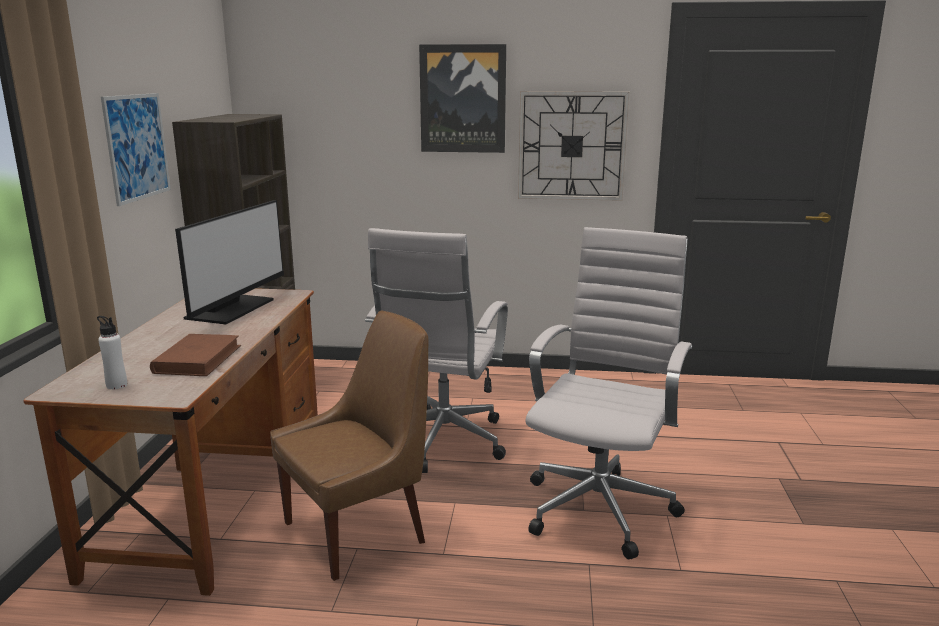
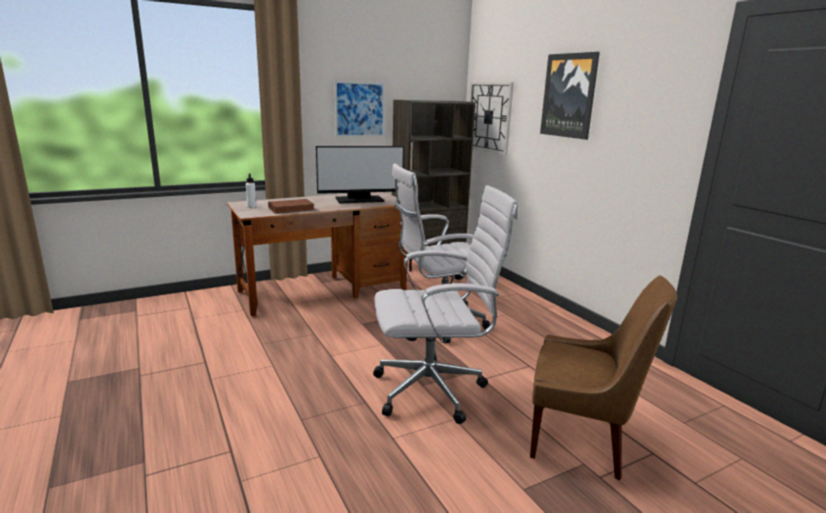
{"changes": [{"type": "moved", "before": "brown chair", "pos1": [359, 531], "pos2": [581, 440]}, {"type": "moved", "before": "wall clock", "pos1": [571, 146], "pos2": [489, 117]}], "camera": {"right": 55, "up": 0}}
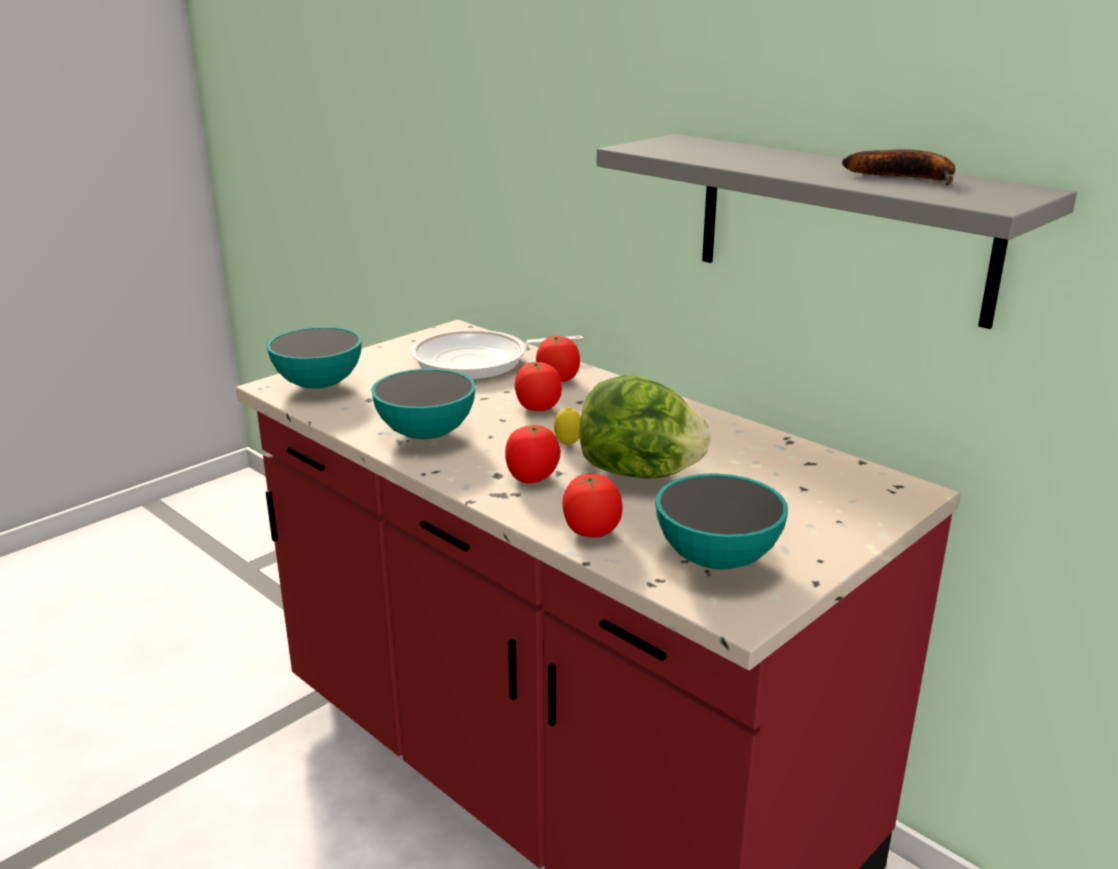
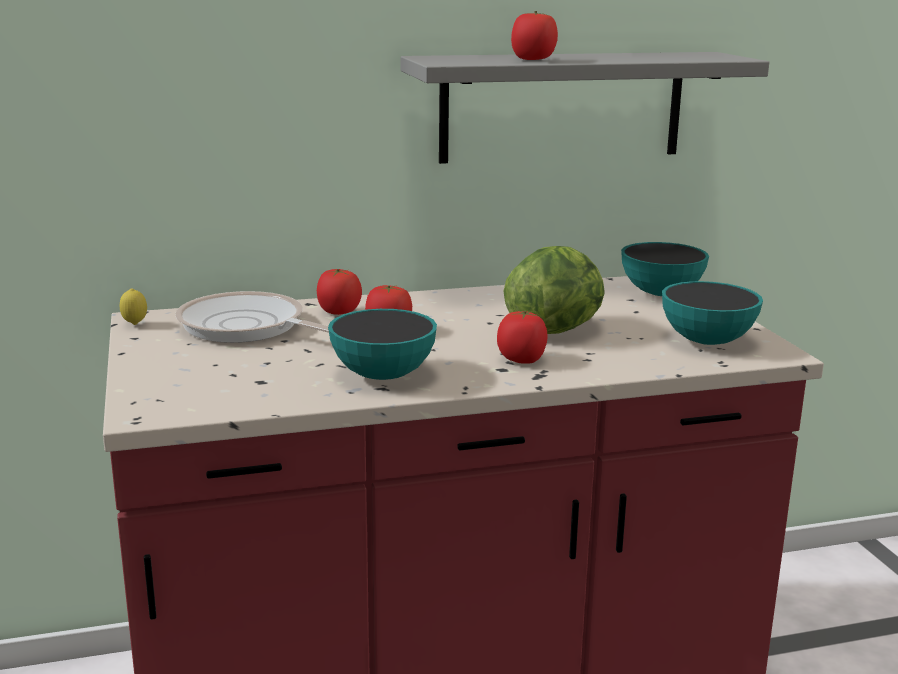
{"changes": [{"type": "moved", "before": "bowl", "pos1": [319, 385], "pos2": [661, 294]}, {"type": "turned", "before": "frying pan", "pos1": [477, 362], "pos2": [246, 327], "turn": 105}, {"type": "moved", "before": "lemon", "pos1": [568, 445], "pos2": [135, 324]}, {"type": "moved", "before": "tomato", "pos1": [591, 531], "pos2": [533, 59]}, {"type": "removed", "before": "banana", "pos1": [908, 178]}], "camera": {"right": -60, "up": -5}}
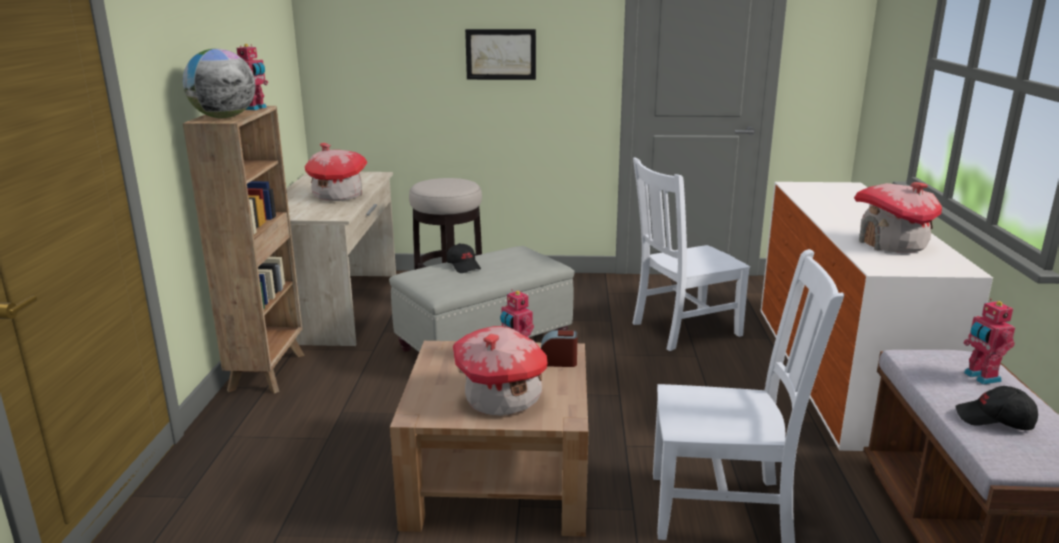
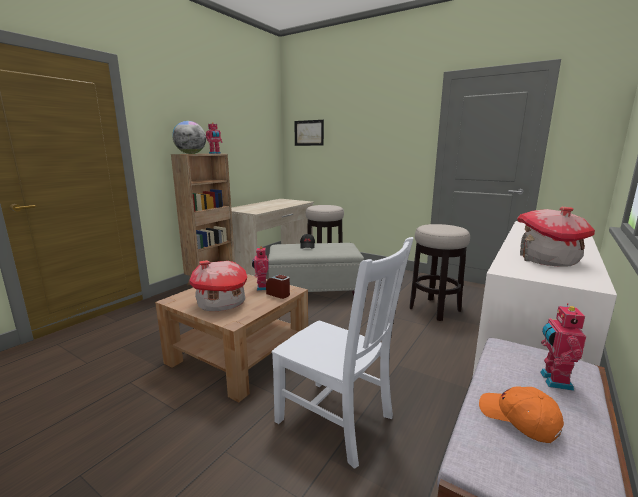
{"changes": [{"type": "removed", "before": "toy house", "pos1": [338, 196]}, {"type": "moved", "before": "picture", "pos1": [501, 54], "pos2": [309, 133]}, {"type": "replaced", "before": "white chair", "after": "stool", "pos1": [682, 330], "pos2": [434, 309]}, {"type": "recoloured", "before": "black cap", "after": "orange cap", "pos1": [994, 420], "pos2": [517, 420]}], "camera": {"right": 30, "up": -5}}
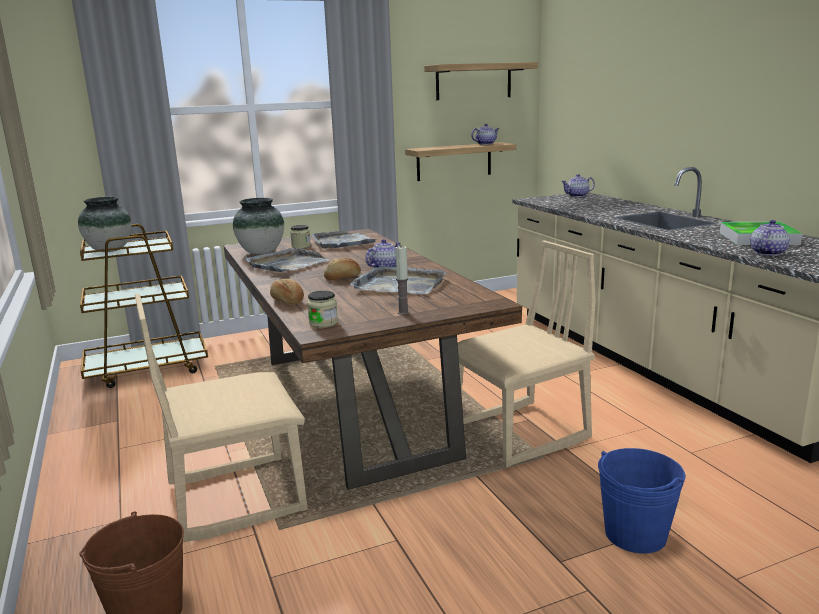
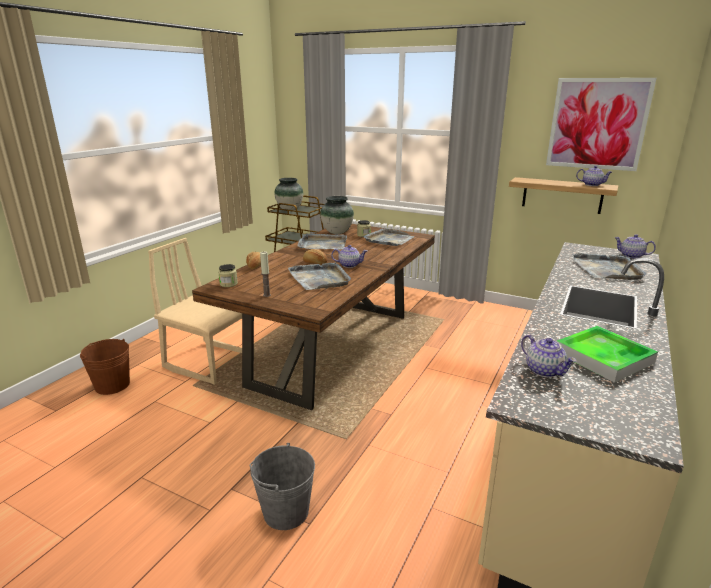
{"changes": [{"type": "replaced", "before": "shelf", "after": "picture", "pos1": [473, 81], "pos2": [597, 124]}, {"type": "removed", "before": "beige chair", "pos1": [520, 433]}, {"type": "recoloured", "before": "blue bucket", "after": "grey bucket", "pos1": [635, 534], "pos2": [286, 511]}, {"type": "turned", "before": "teapot", "pos1": [767, 253], "pos2": [544, 370], "turn": 60}, {"type": "added", "after": "grey tray", "pos2": [607, 269]}], "camera": {"right": 50, "up": 5}}
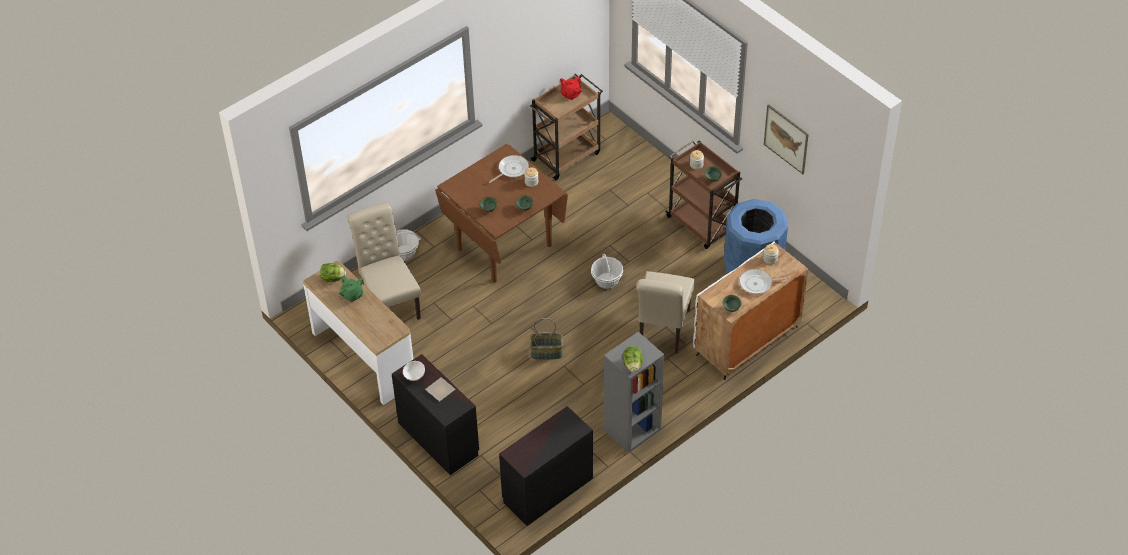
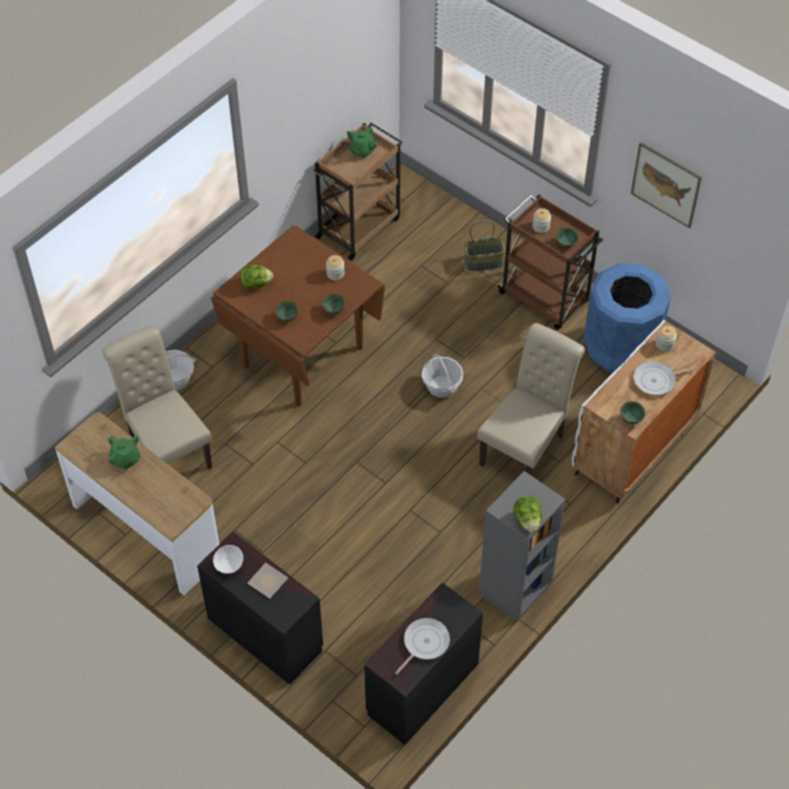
{"changes": [{"type": "moved", "before": "lettuce", "pos1": [333, 278], "pos2": [256, 284]}, {"type": "moved", "before": "frying pan", "pos1": [511, 169], "pos2": [424, 643]}, {"type": "moved", "before": "basket", "pos1": [546, 352], "pos2": [483, 261]}, {"type": "recoloured", "before": "red teapot", "after": "green teapot", "pos1": [570, 94], "pos2": [362, 150]}, {"type": "turned", "before": "beige chair", "pos1": [662, 331], "pos2": [526, 447], "turn": -150}], "camera": {"right": -10, "up": 5}}
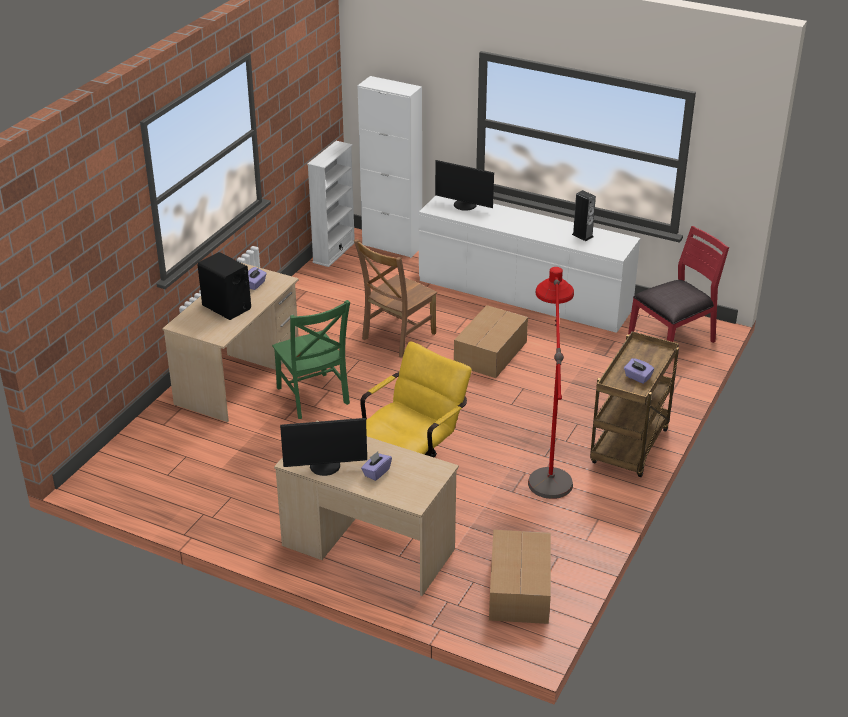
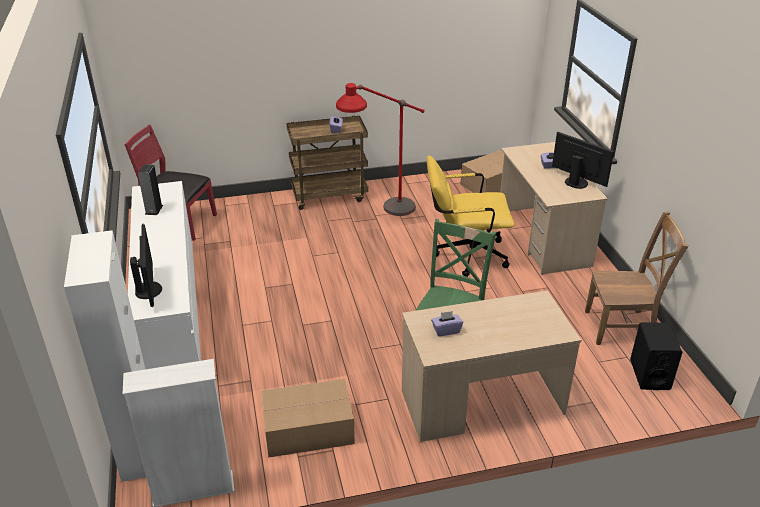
{"changes": [{"type": "moved", "before": "black speaker", "pos1": [227, 307], "pos2": [649, 375]}, {"type": "moved", "before": "brown chair", "pos1": [397, 337], "pos2": [622, 327]}, {"type": "moved", "before": "cardboard box", "pos1": [489, 353], "pos2": [309, 429]}], "camera": {"right": -130, "up": 0}}
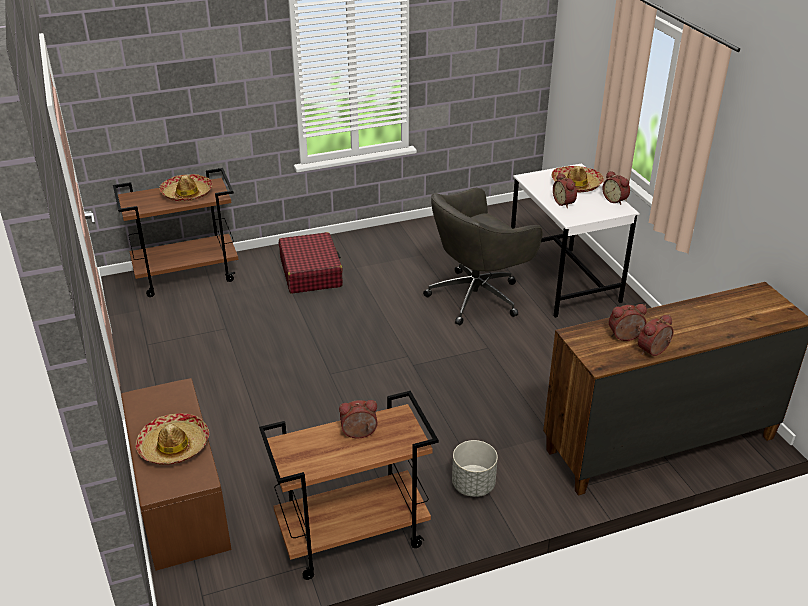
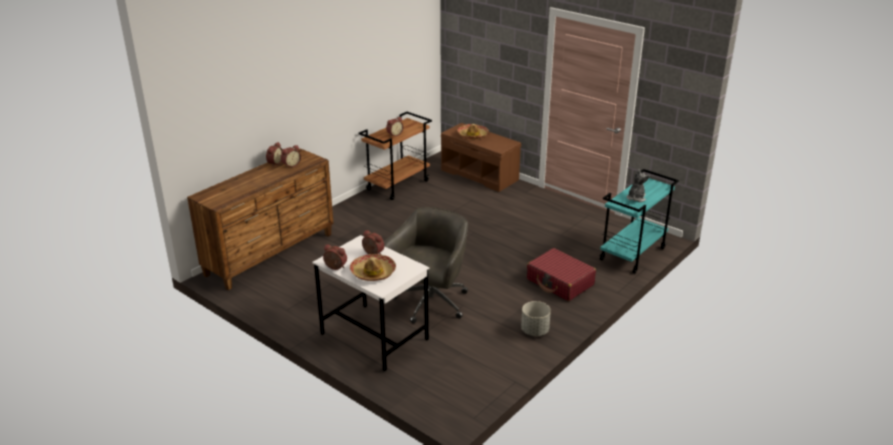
{"changes": [{"type": "recoloured", "before": "brown cart", "after": "turquoise cart", "pos1": [188, 275], "pos2": [632, 254]}, {"type": "replaced", "before": "hat", "after": "plush toy", "pos1": [186, 194], "pos2": [636, 198]}, {"type": "moved", "before": "grey planter", "pos1": [473, 485], "pos2": [535, 330]}], "camera": {"right": 150, "up": -5}}
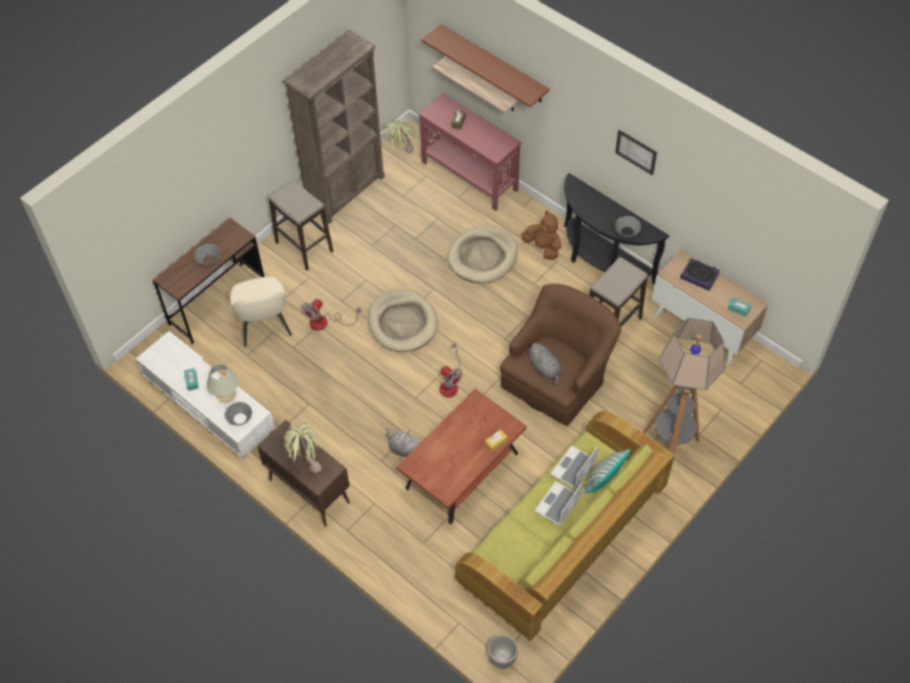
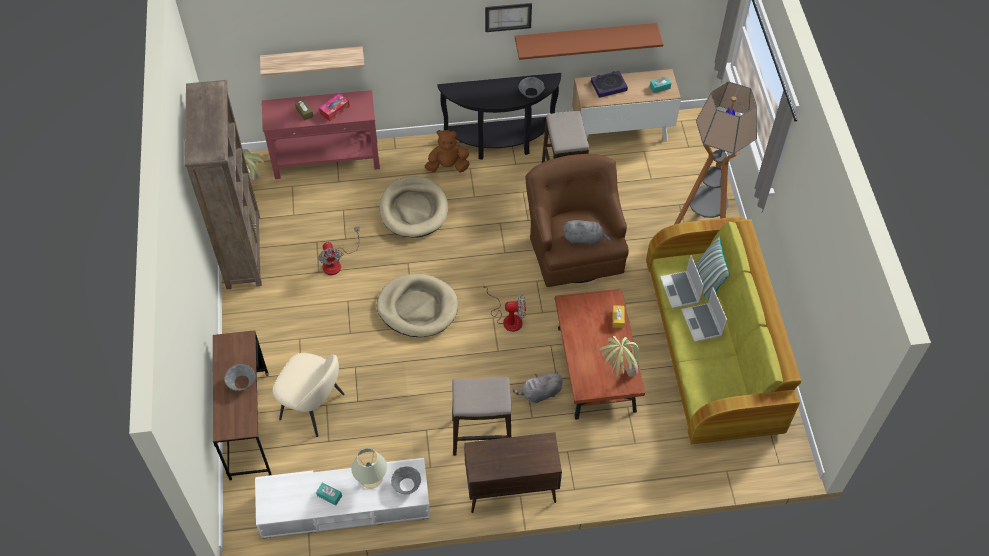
{"changes": [{"type": "moved", "before": "stool", "pos1": [304, 247], "pos2": [482, 436]}, {"type": "moved", "before": "potted plant", "pos1": [305, 462], "pos2": [618, 375]}, {"type": "moved", "before": "fan", "pos1": [325, 322], "pos2": [336, 262]}, {"type": "moved", "before": "brown shelf", "pos1": [494, 64], "pos2": [585, 38]}, {"type": "removed", "before": "planter", "pos1": [502, 659]}, {"type": "added", "after": "tissue box", "pos2": [335, 110]}], "camera": {"right": -50, "up": 0}}
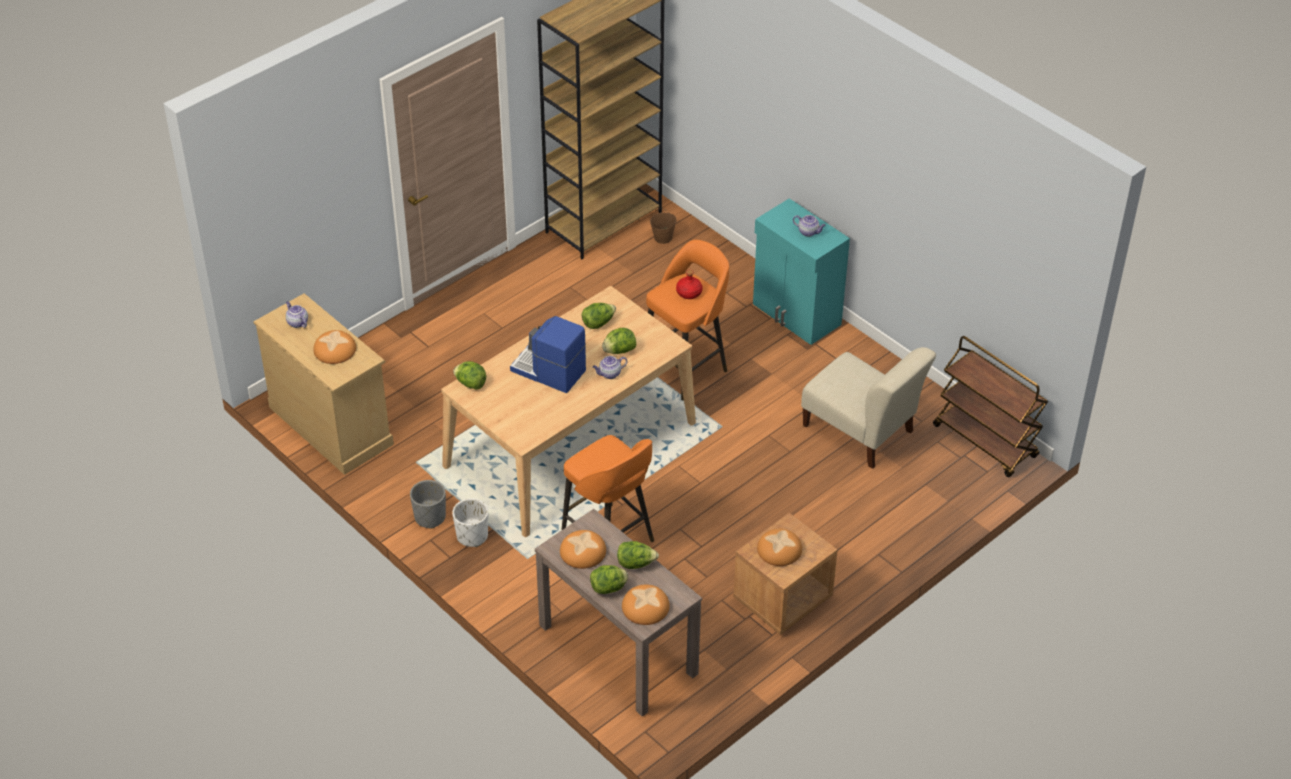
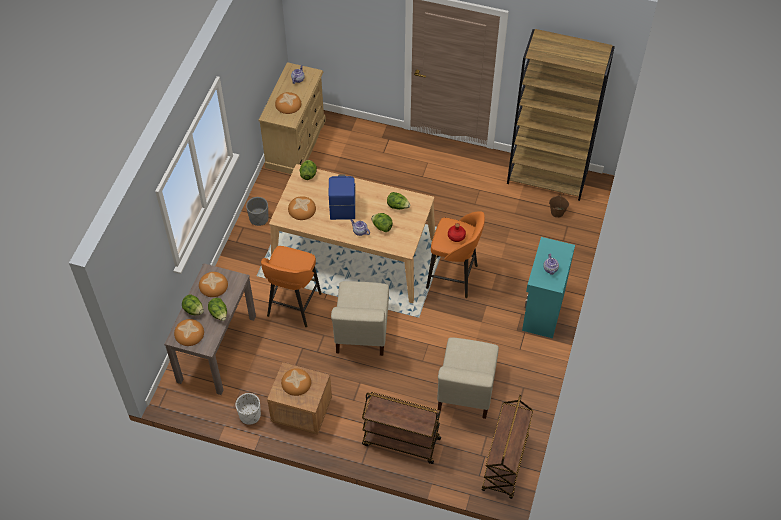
{"changes": [{"type": "moved", "before": "white planter", "pos1": [472, 536], "pos2": [250, 415]}, {"type": "added", "after": "bread", "pos2": [301, 209]}, {"type": "added", "after": "beige chair", "pos2": [361, 332]}, {"type": "added", "after": "brown cart", "pos2": [400, 442]}], "camera": {"right": 60, "up": 10}}
